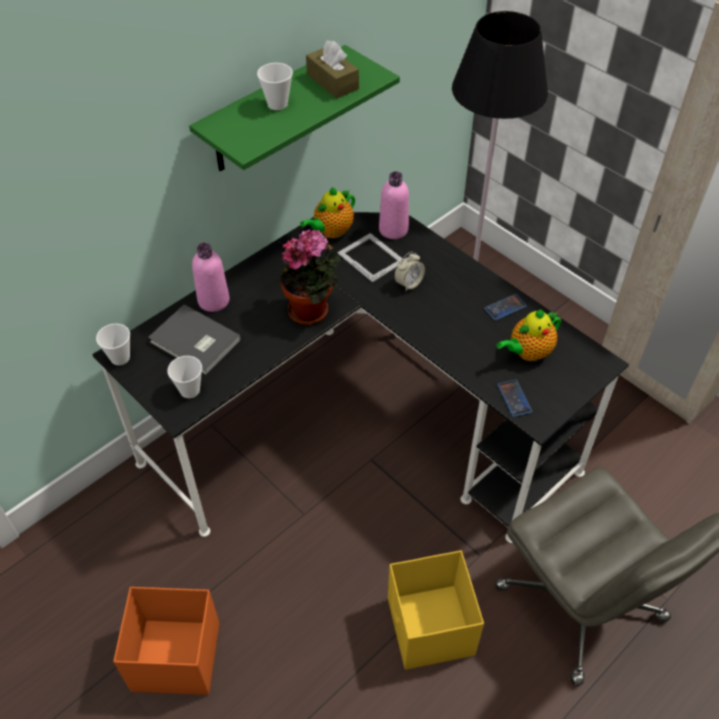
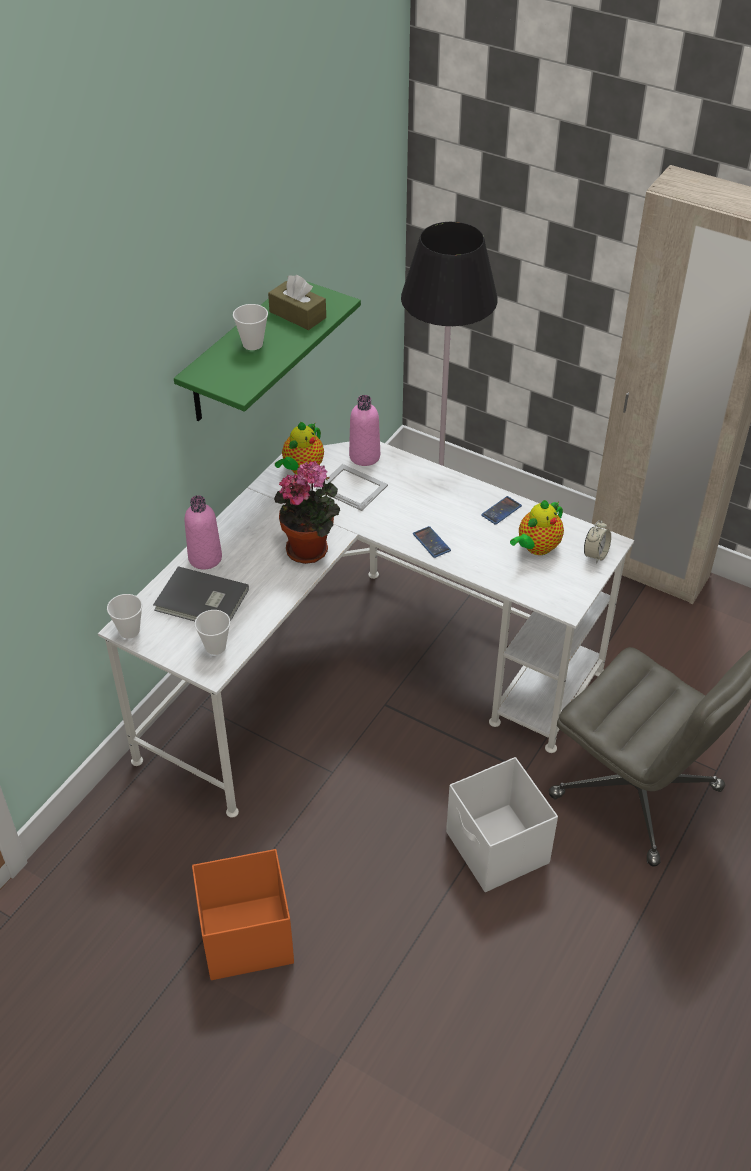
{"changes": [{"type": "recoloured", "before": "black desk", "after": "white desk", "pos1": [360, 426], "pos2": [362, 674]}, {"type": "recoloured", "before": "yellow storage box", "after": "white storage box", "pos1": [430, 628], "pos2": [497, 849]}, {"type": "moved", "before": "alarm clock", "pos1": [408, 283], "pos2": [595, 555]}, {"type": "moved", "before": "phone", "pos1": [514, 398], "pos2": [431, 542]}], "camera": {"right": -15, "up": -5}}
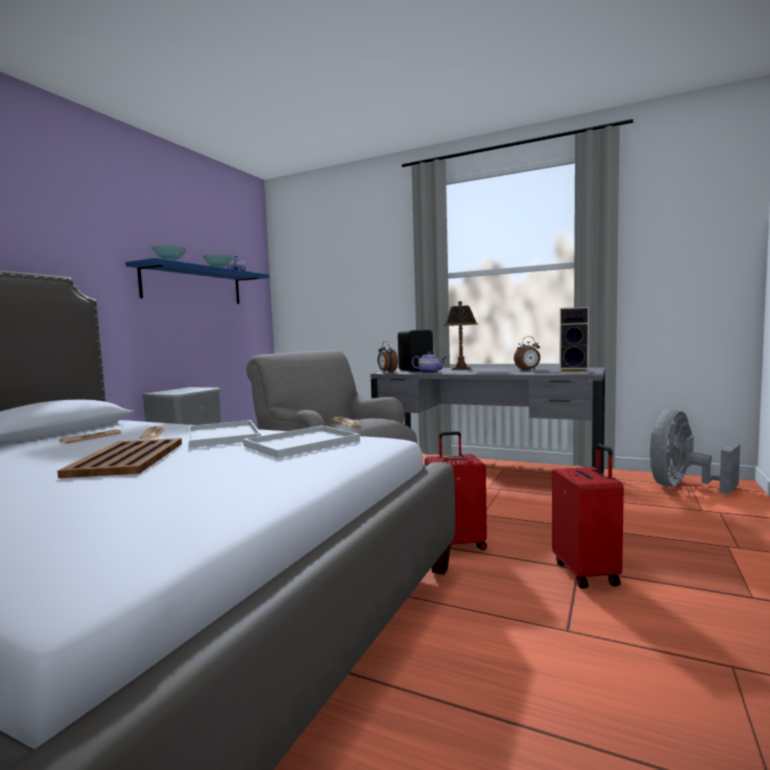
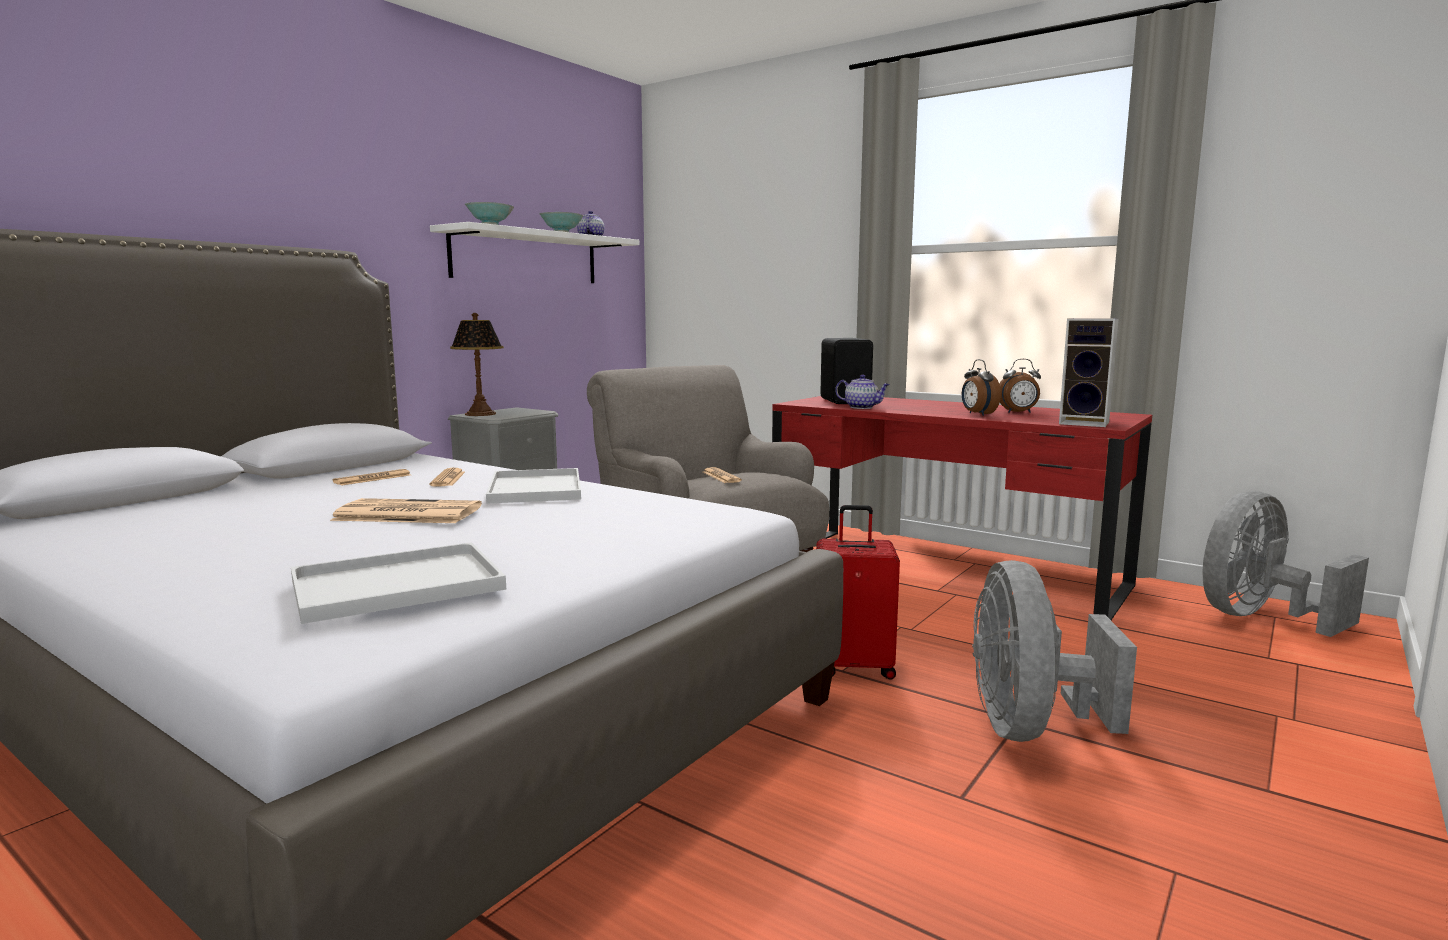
{"changes": [{"type": "replaced", "before": "brown tray", "after": "newspaper", "pos1": [126, 459], "pos2": [405, 514]}, {"type": "recoloured", "before": "blue shelf", "after": "white shelf", "pos1": [193, 286], "pos2": [526, 257]}, {"type": "moved", "before": "white tray", "pos1": [303, 443], "pos2": [401, 583]}, {"type": "recoloured", "before": "grey desk", "after": "red desk", "pos1": [487, 476], "pos2": [943, 572]}, {"type": "moved", "before": "alarm clock", "pos1": [387, 372], "pos2": [977, 414]}, {"type": "moved", "before": "table lamp", "pos1": [461, 369], "pos2": [480, 414]}, {"type": "replaced", "before": "red suitcase", "after": "grey fan", "pos1": [587, 573], "pos2": [1029, 728]}], "camera": {"right": 10, "up": 5}}
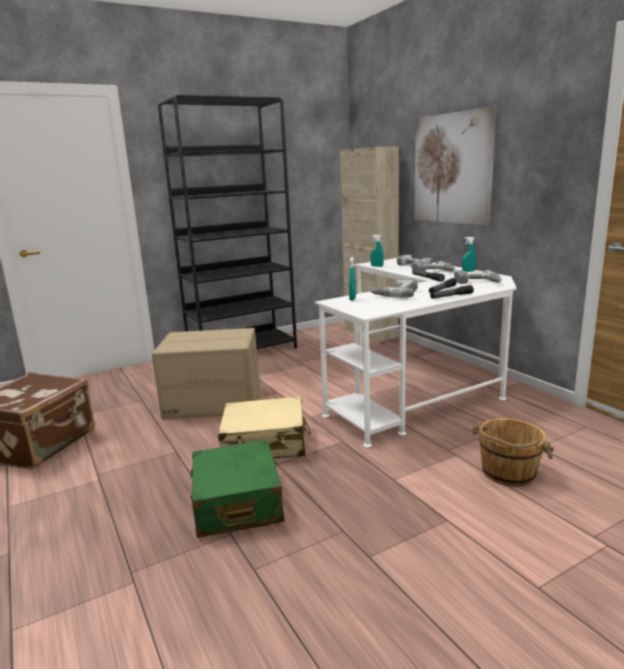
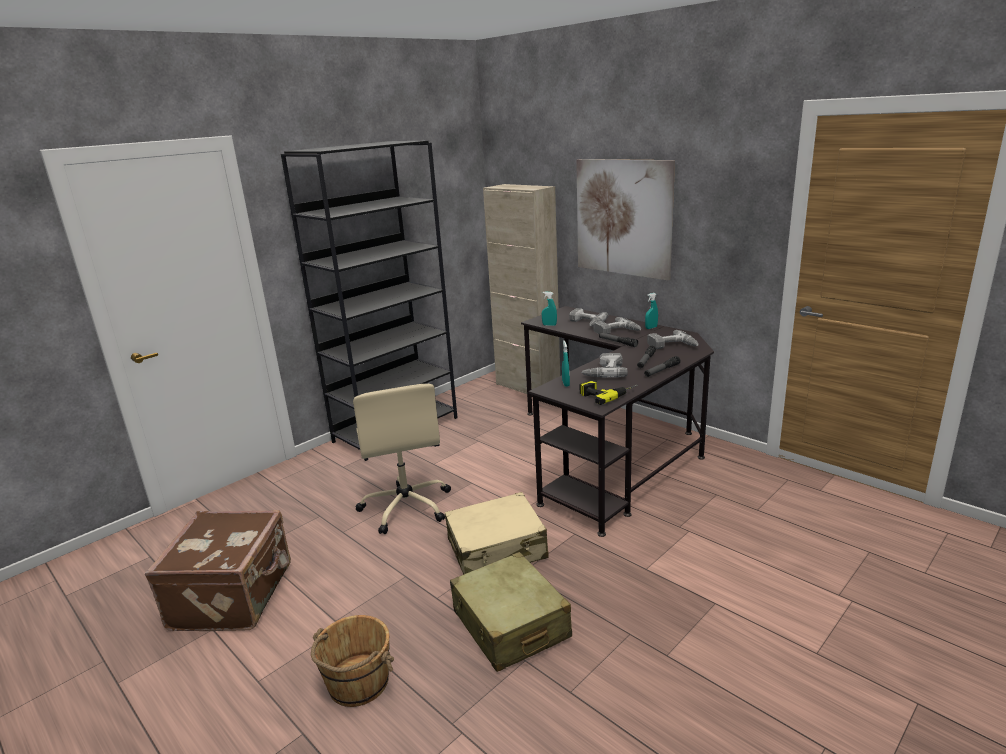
{"changes": [{"type": "replaced", "before": "cardboard box", "after": "beige office chair", "pos1": [213, 403], "pos2": [406, 506]}, {"type": "recoloured", "before": "green suitcase", "after": "beige suitcase", "pos1": [237, 503], "pos2": [510, 625]}, {"type": "recoloured", "before": "white desk", "after": "black desk", "pos1": [419, 383], "pos2": [613, 449]}, {"type": "moved", "before": "brown bucket", "pos1": [507, 473], "pos2": [357, 683]}, {"type": "added", "after": "power drill", "pos2": [607, 393]}], "camera": {"right": -15, "up": 5}}
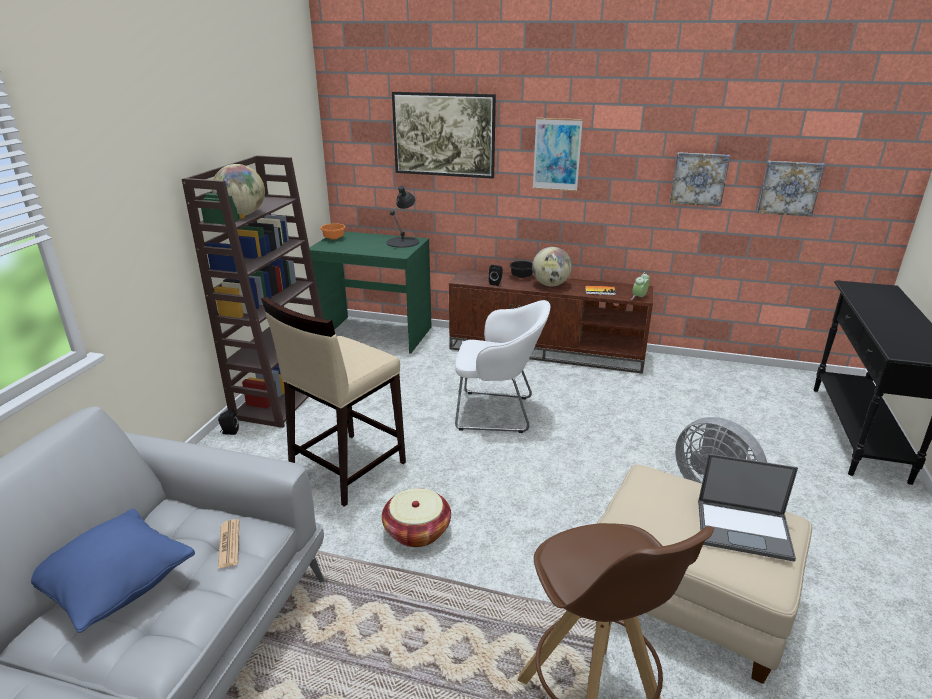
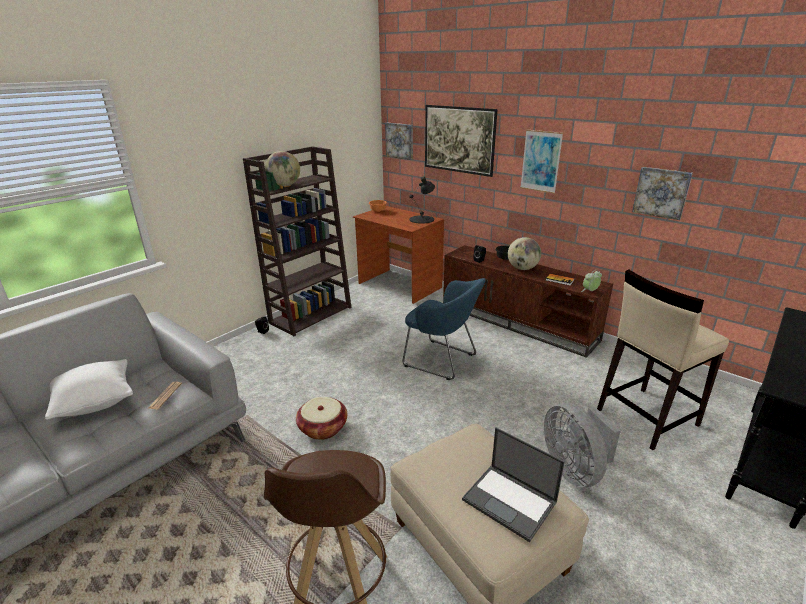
{"changes": [{"type": "recoloured", "before": "blue pillow", "after": "white pillow", "pos1": [117, 587], "pos2": [96, 403]}, {"type": "moved", "before": "beige stool", "pos1": [346, 468], "pos2": [645, 417]}, {"type": "recoloured", "before": "green desk", "after": "brown desk", "pos1": [376, 334], "pos2": [399, 286]}, {"type": "recoloured", "before": "white armchair", "after": "blue armchair", "pos1": [499, 413], "pos2": [443, 361]}, {"type": "moved", "before": "picture", "pos1": [789, 188], "pos2": [400, 140]}], "camera": {"right": 25, "up": 0}}
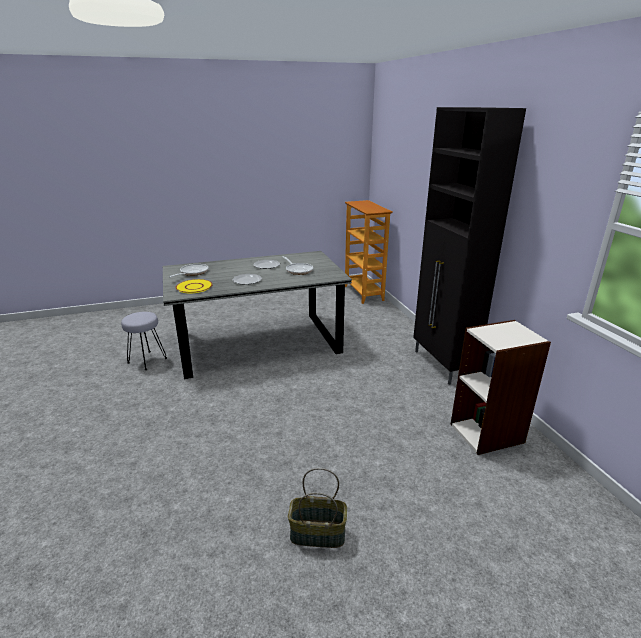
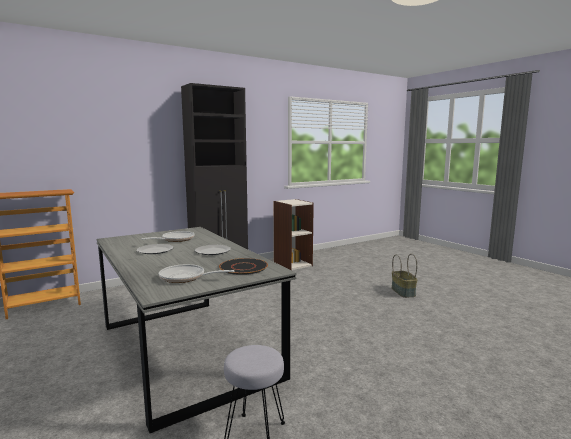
{"changes": [{"type": "recoloured", "before": "yellow plate", "after": "black plate", "pos1": [194, 287], "pos2": [243, 267]}], "camera": {"right": -105, "up": -15}}
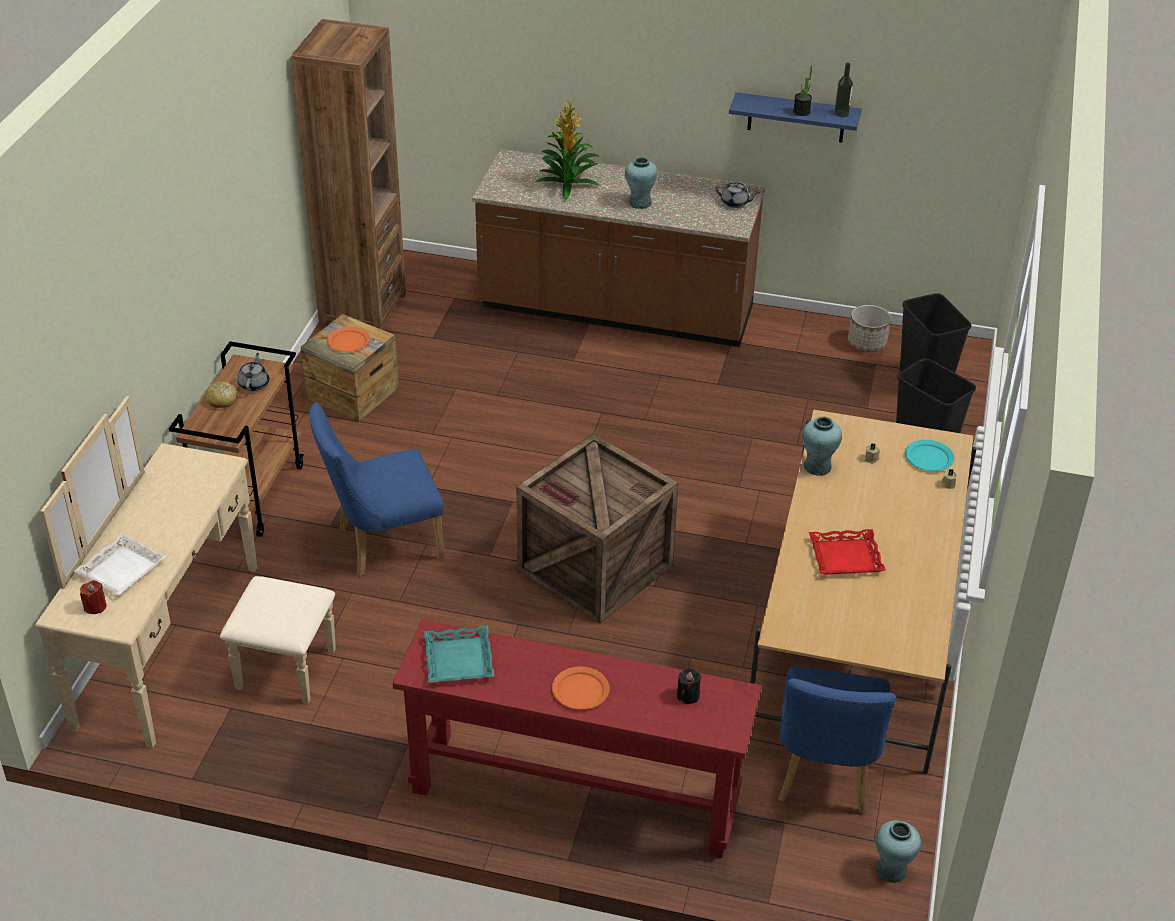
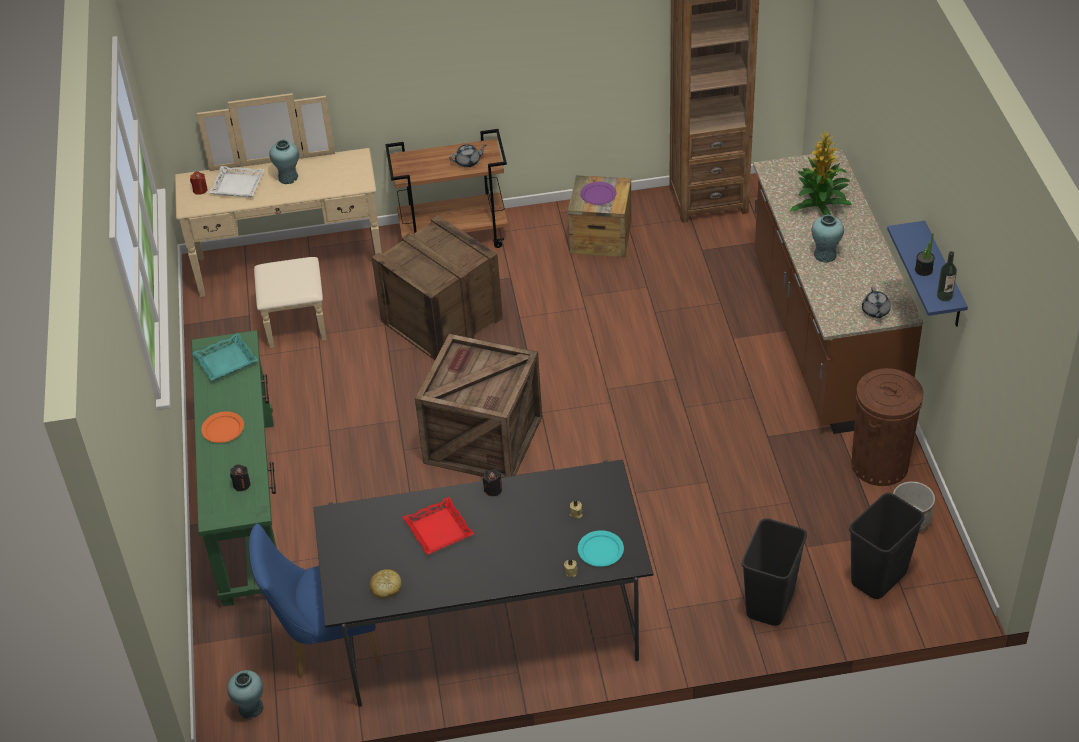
{"changes": [{"type": "moved", "before": "bread", "pos1": [222, 400], "pos2": [386, 588]}, {"type": "replaced", "before": "blue chair", "after": "crate", "pos1": [382, 545], "pos2": [441, 320]}, {"type": "recoloured", "before": "orange plate", "after": "purple plate", "pos1": [349, 341], "pos2": [598, 195]}, {"type": "recoloured", "before": "red console table", "after": "green console table", "pos1": [575, 793], "pos2": [249, 508]}, {"type": "recoloured", "before": "beige dining table", "after": "black dining table", "pos1": [855, 639], "pos2": [488, 621]}, {"type": "moved", "before": "turquoise vase", "pos1": [817, 466], "pos2": [288, 177]}, {"type": "added", "after": "black candle", "pos2": [493, 489]}, {"type": "added", "after": "brown trash can", "pos2": [879, 464]}], "camera": {"right": 70, "up": 5}}
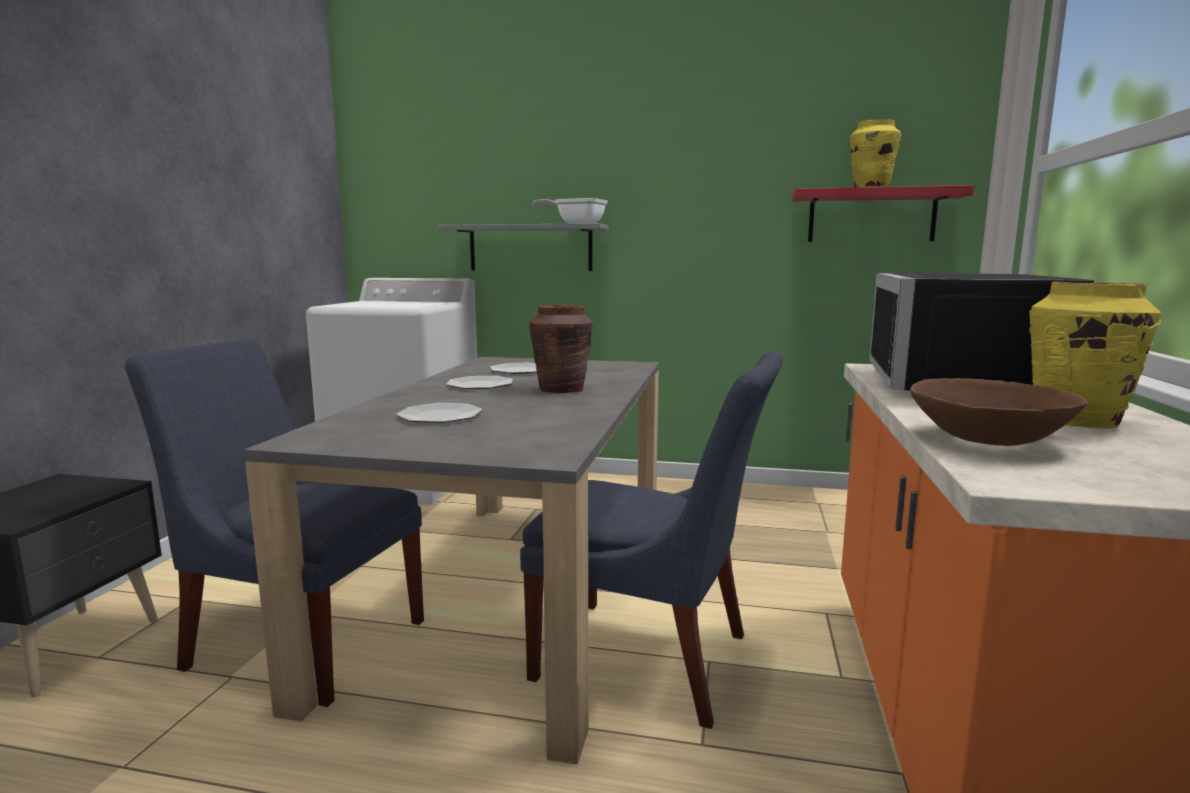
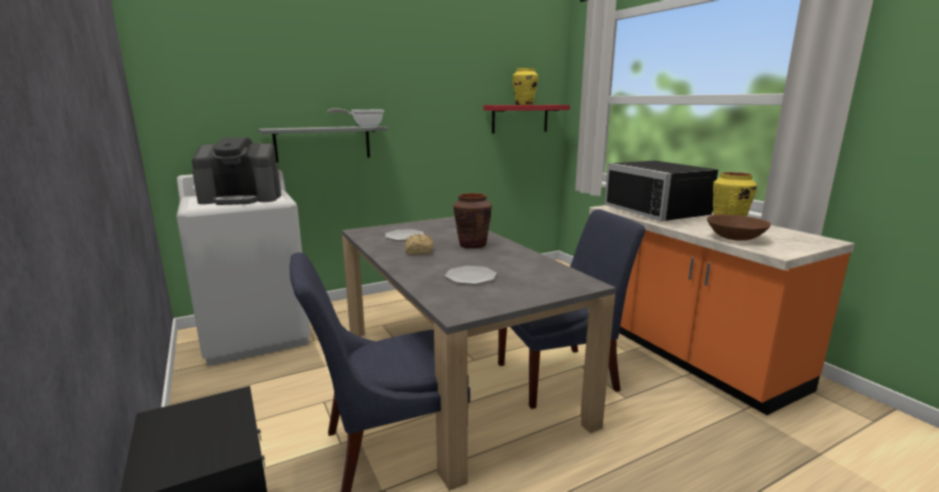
{"changes": [{"type": "replaced", "before": "plate", "after": "bread", "pos1": [480, 385], "pos2": [419, 251]}, {"type": "added", "after": "coffee machine", "pos2": [242, 198]}], "camera": {"right": -40, "up": 5}}
